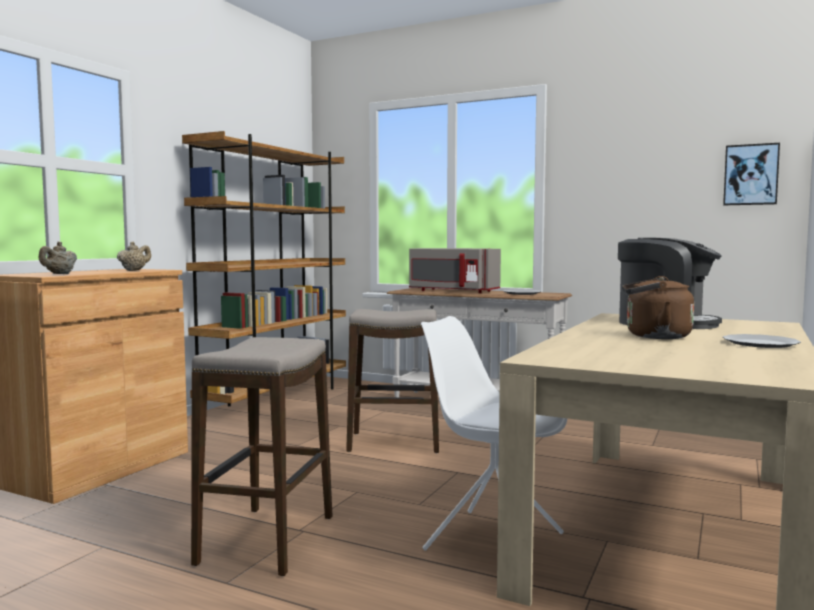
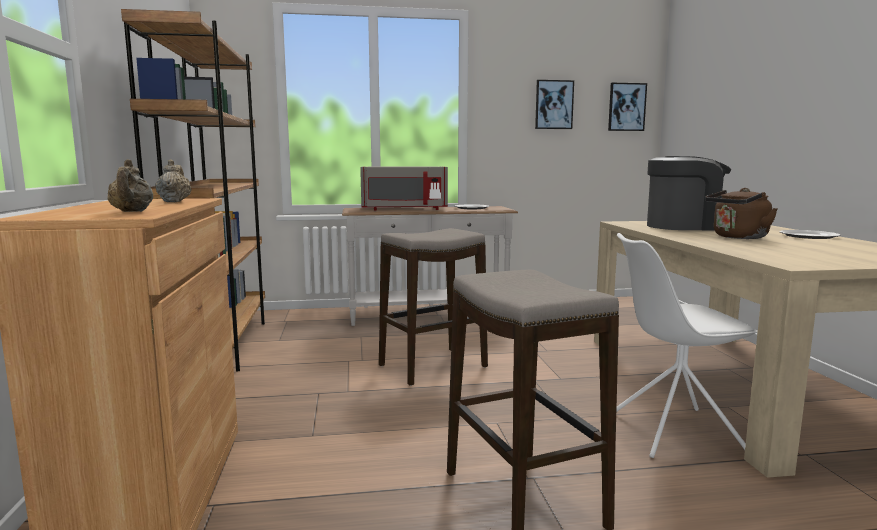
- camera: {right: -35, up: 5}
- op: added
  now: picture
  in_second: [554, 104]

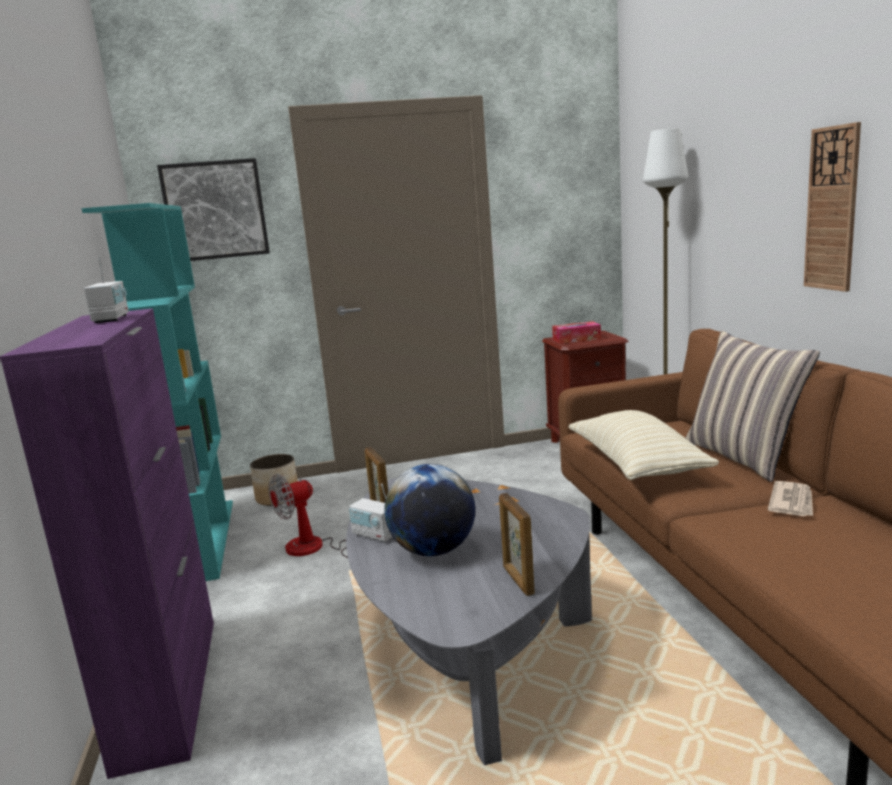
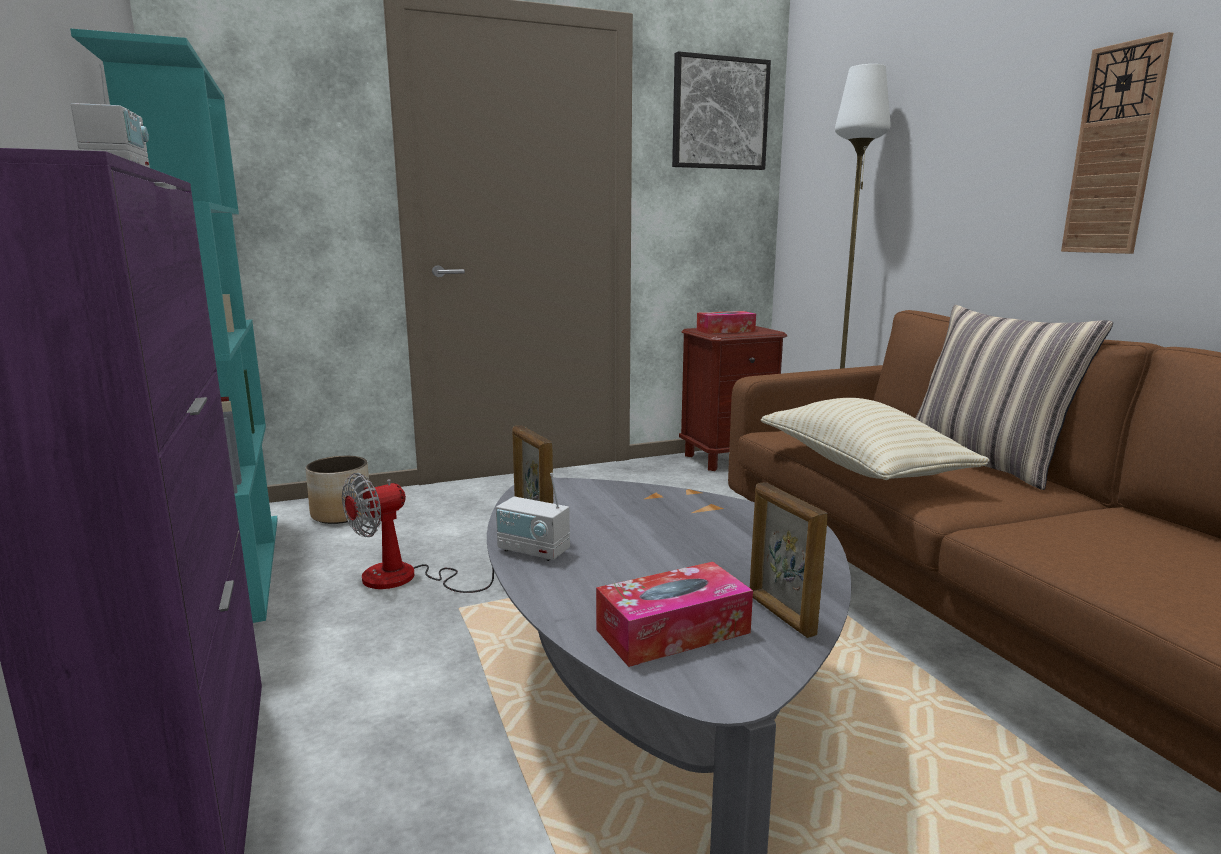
- camera: {right: -10, up: 0}
- op: removed
  was: globe
  in_first: [429, 510]
- op: removed
  was: newspaper
  in_first: [790, 498]
- op: added
  now: tissue box
  in_second: [674, 614]
- op: moved
  was: picture
  in_first: [213, 209]
  in_second: [721, 110]

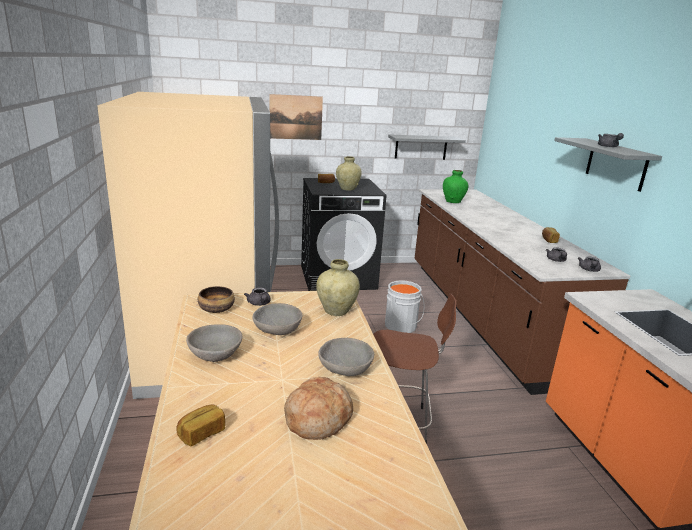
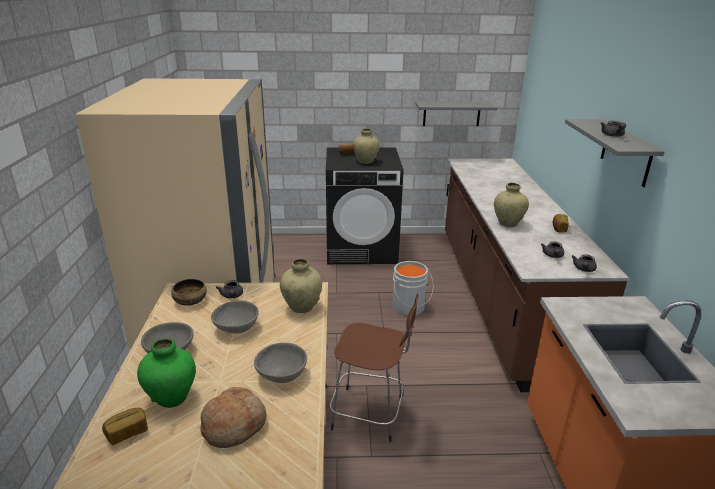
- camera: {right: 10, up: 5}
- op: removed
  was: picture
  in_first: [296, 117]
- op: added
  now: vase in beige
  in_second: [511, 205]
- op: moved
  was: vase in green
  in_first: [455, 186]
  in_second: [166, 373]

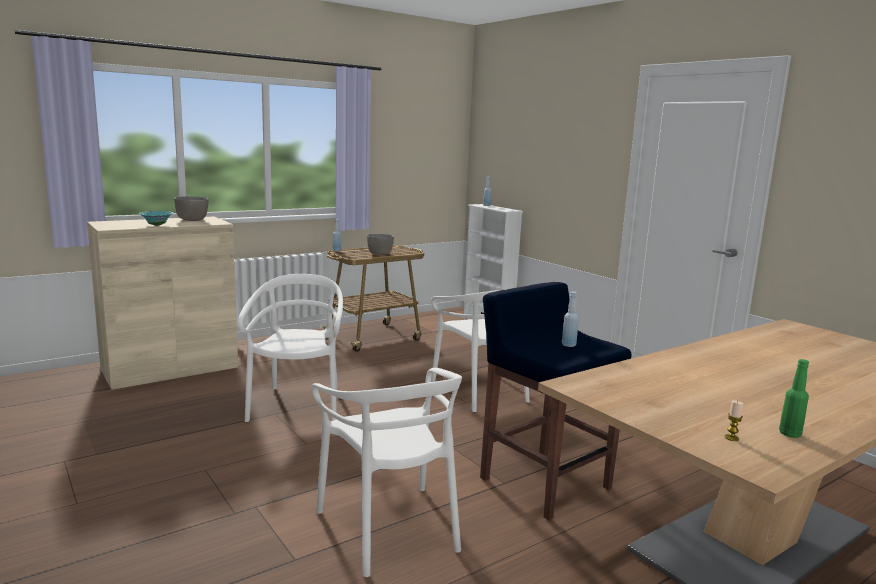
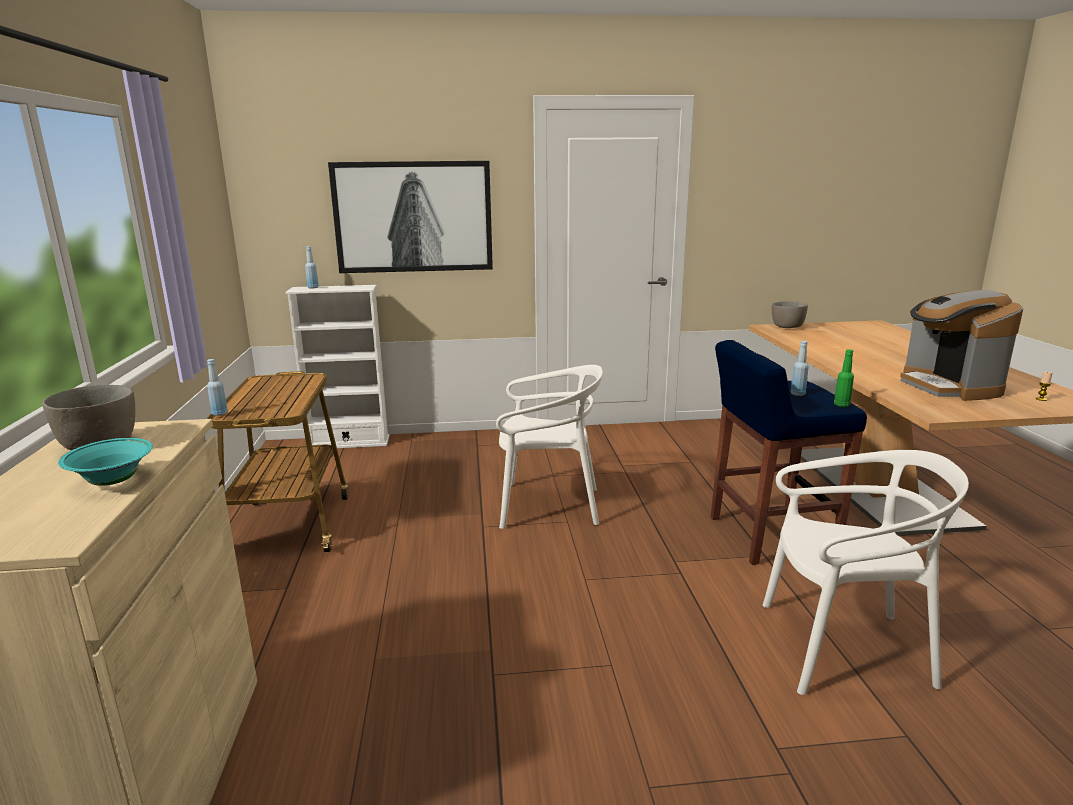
- camera: {right: -60, up: 5}
- op: removed
  was: chair in white
  in_first: [290, 348]
- op: added
  now: picture
  in_second: [410, 217]
- op: added
  now: coffee machine
  in_second: [961, 345]
- op: moved
  was: bowl in grey
  in_first: [380, 244]
  in_second: [790, 314]
- op: moved
  was: bottle in green
  in_first: [794, 398]
  in_second: [844, 378]

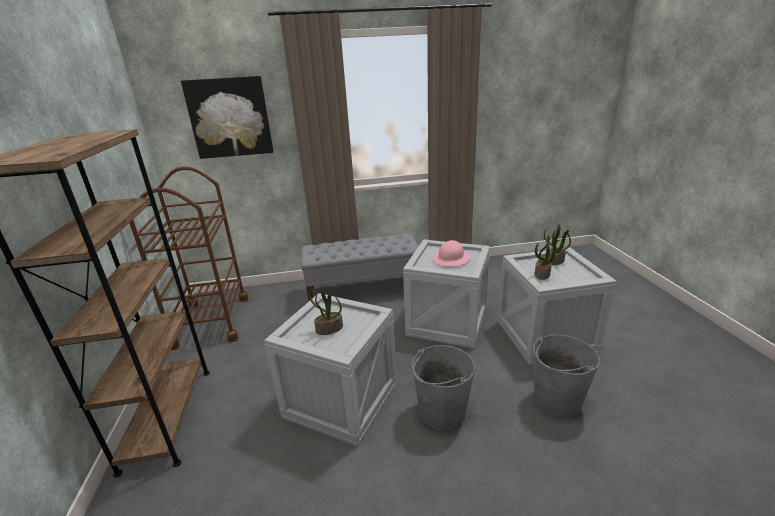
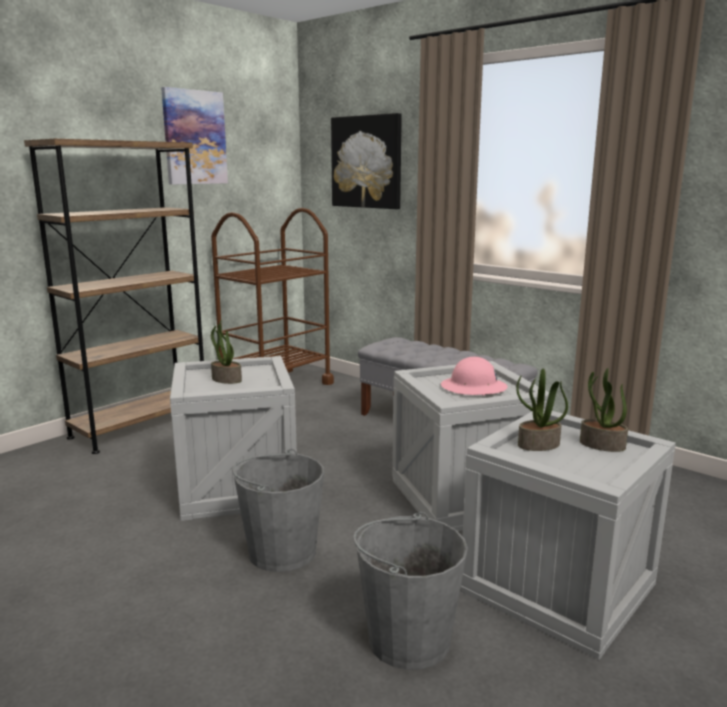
- camera: {right: 50, up: -10}
- op: added
  now: picture
  in_second: [194, 136]

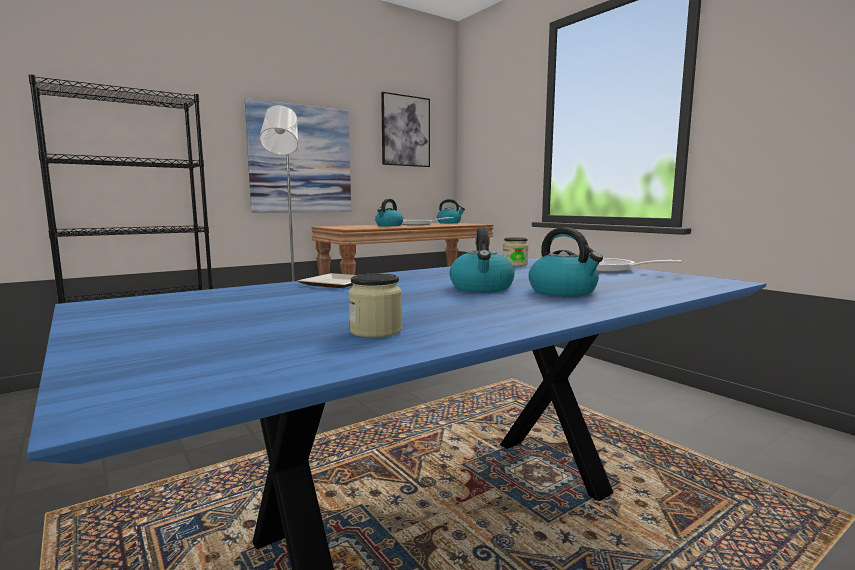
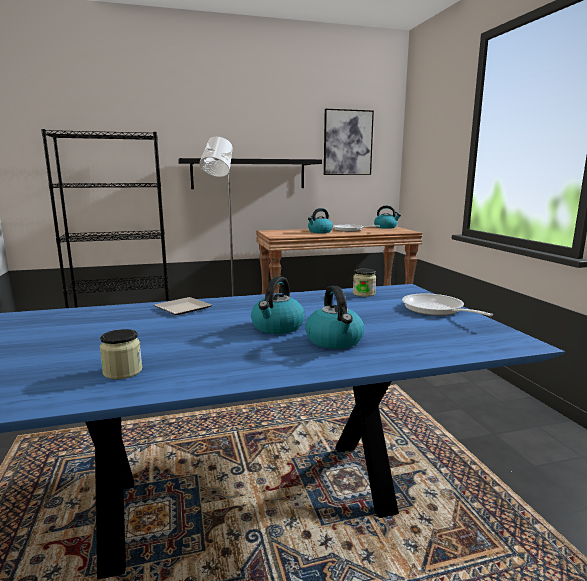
- camera: {right: 20, up: 5}
- op: replaced
  was: picture
  now: shelf in black
  in_first: [298, 155]
  in_second: [250, 173]

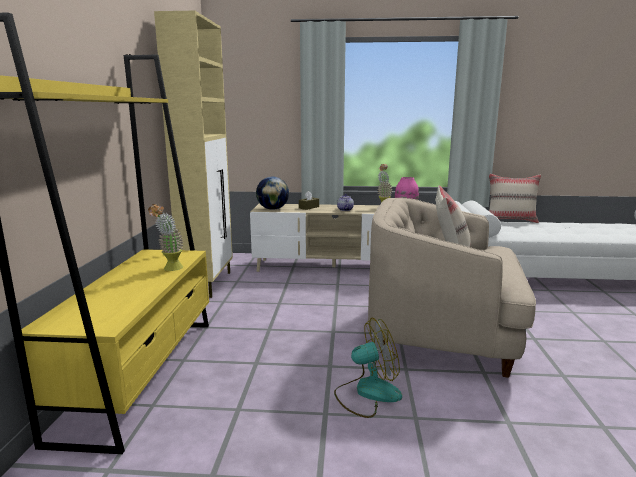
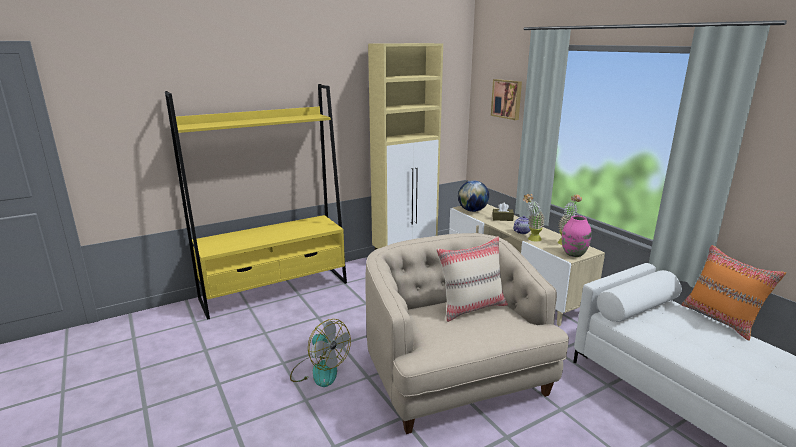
- camera: {right: 55, up: 5}
- op: added
  now: picture
  in_second: [506, 99]
- op: moved
  was: potted plant
  in_first: [165, 237]
  in_second: [534, 218]
- op: recoloured
  was: pillow in beige
  now: pillow in orange
  in_first: [515, 198]
  in_second: [734, 293]

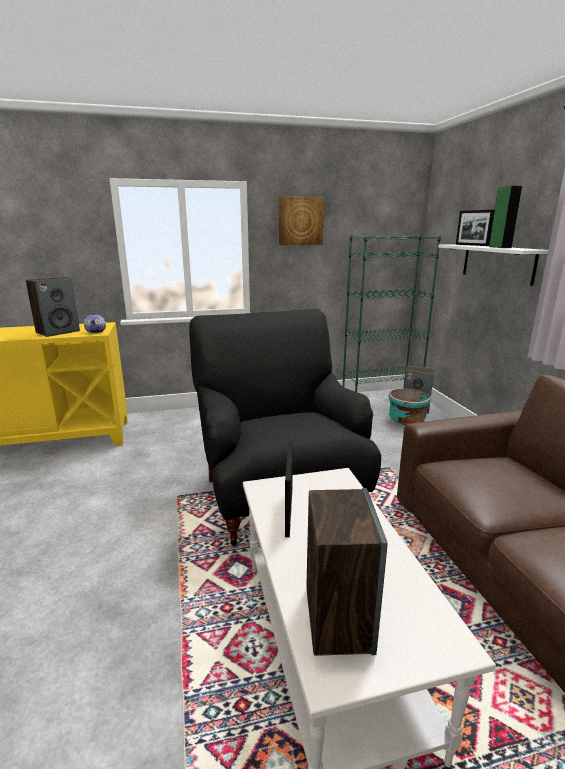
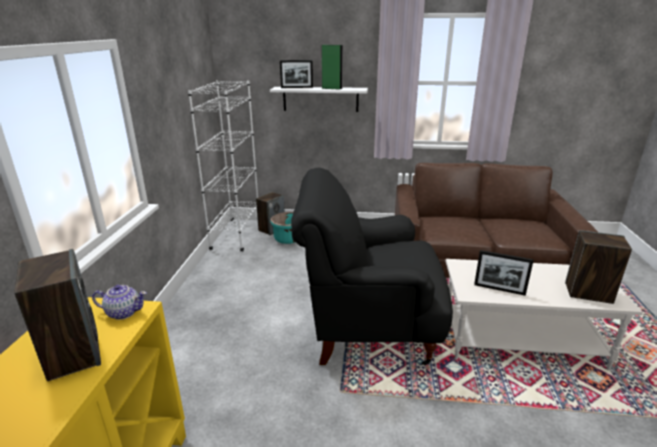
- camera: {right: -70, up: 5}
- op: removed
  was: picture
  in_first: [301, 221]
- op: recoloured
  was: bookcase in green
  now: bookcase in white
  in_first: [392, 313]
  in_second: [223, 165]

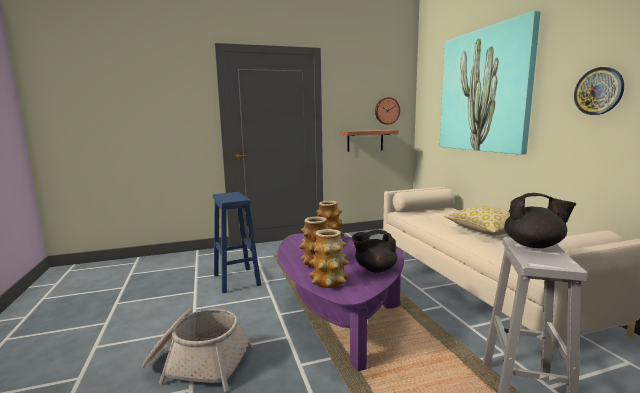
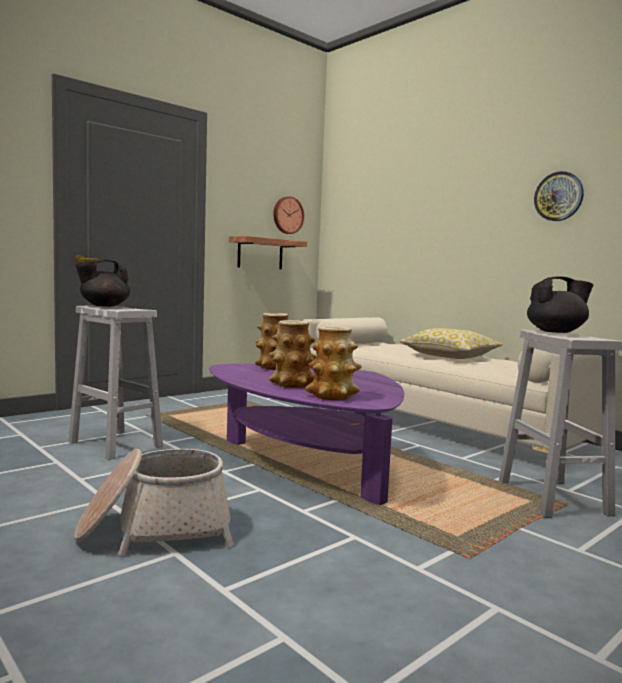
- camera: {right: -25, up: -5}
- op: removed
  was: picture
  in_first: [490, 82]
- op: moved
  was: teapot in black
  in_first: [374, 251]
  in_second: [102, 283]
- op: recoloured
  was: stool in blue
  now: stool in white
  in_first: [237, 242]
  in_second: [115, 382]

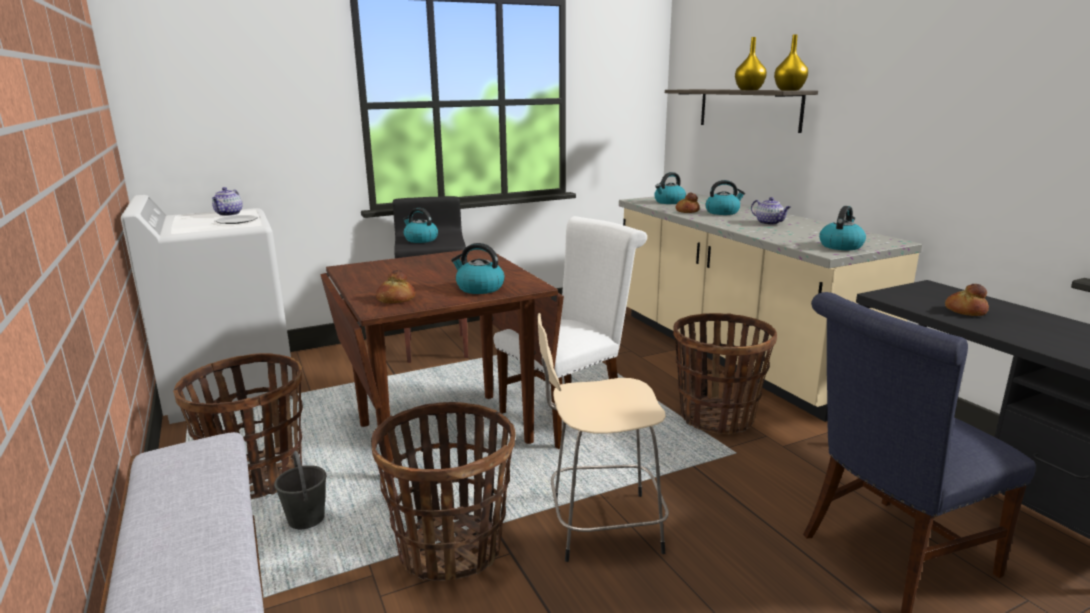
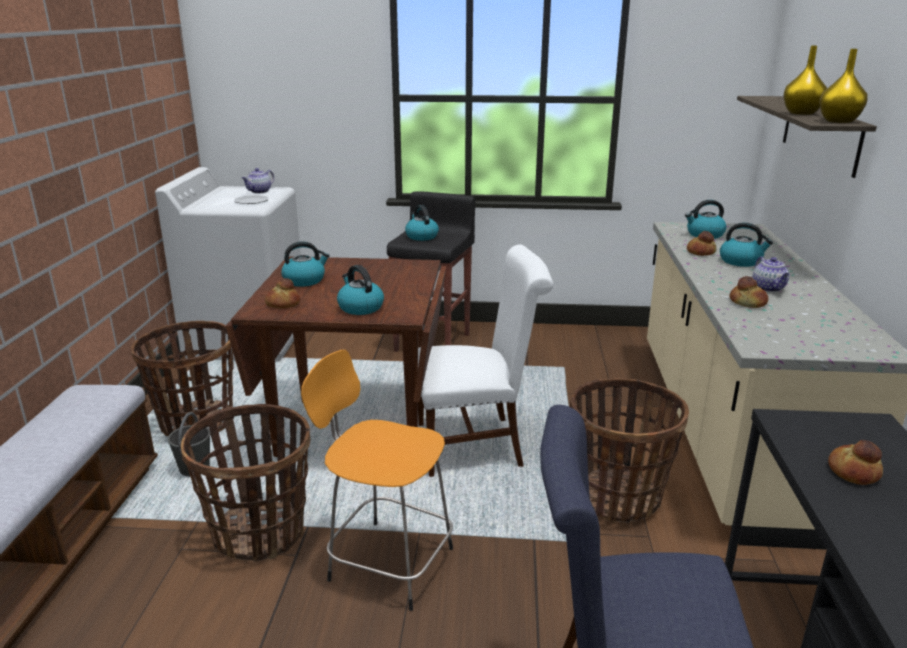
- camera: {right: 30, up: 5}
- op: added
  now: bread
  in_second: [749, 292]
- op: moved
  was: kettle
  in_first: [842, 228]
  in_second: [305, 264]
- op: recoloured
  was: stool in beige
  now: stool in orange
  in_first: [603, 437]
  in_second: [377, 480]

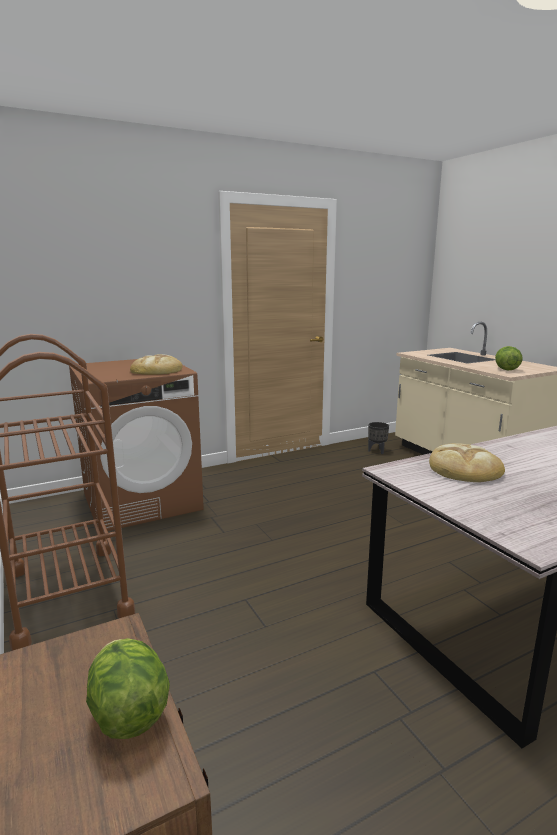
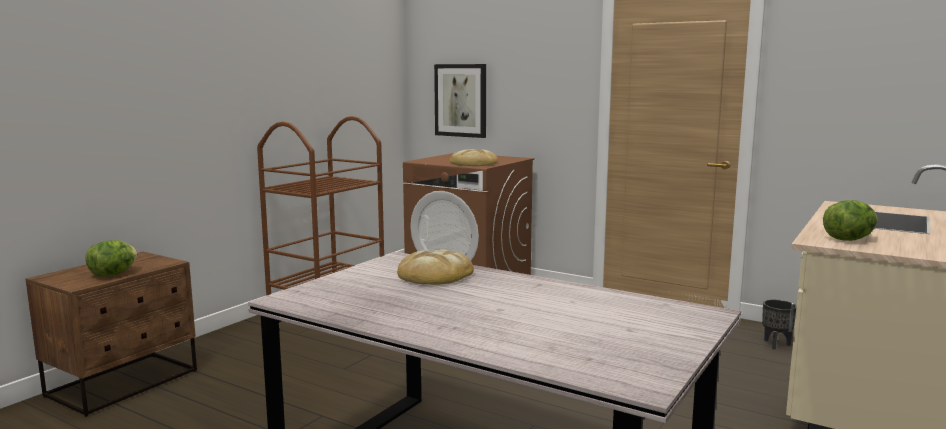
- camera: {right: 60, up: -5}
- op: added
  now: picture
  in_second: [460, 101]

